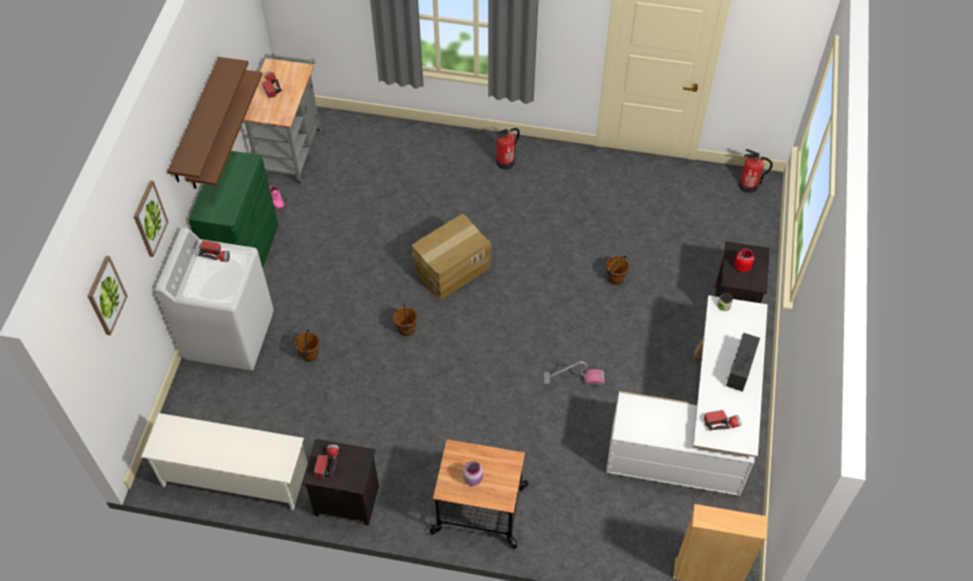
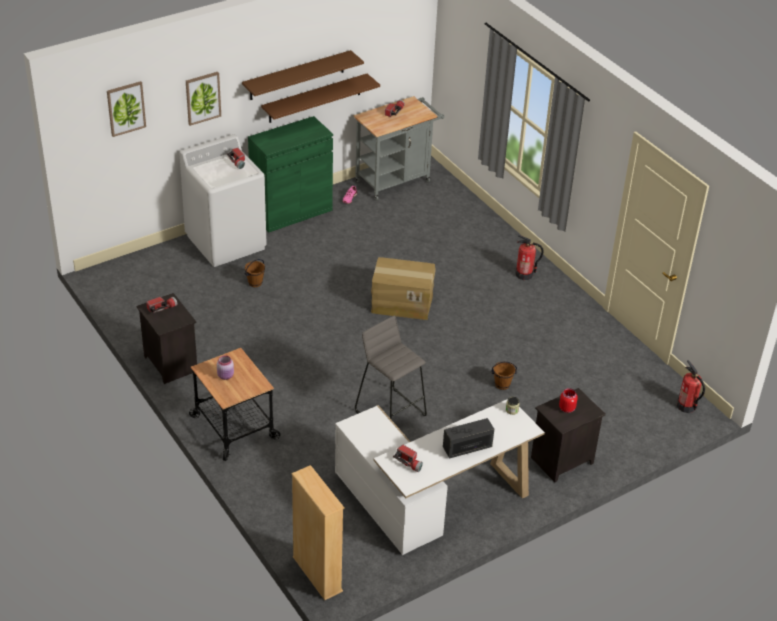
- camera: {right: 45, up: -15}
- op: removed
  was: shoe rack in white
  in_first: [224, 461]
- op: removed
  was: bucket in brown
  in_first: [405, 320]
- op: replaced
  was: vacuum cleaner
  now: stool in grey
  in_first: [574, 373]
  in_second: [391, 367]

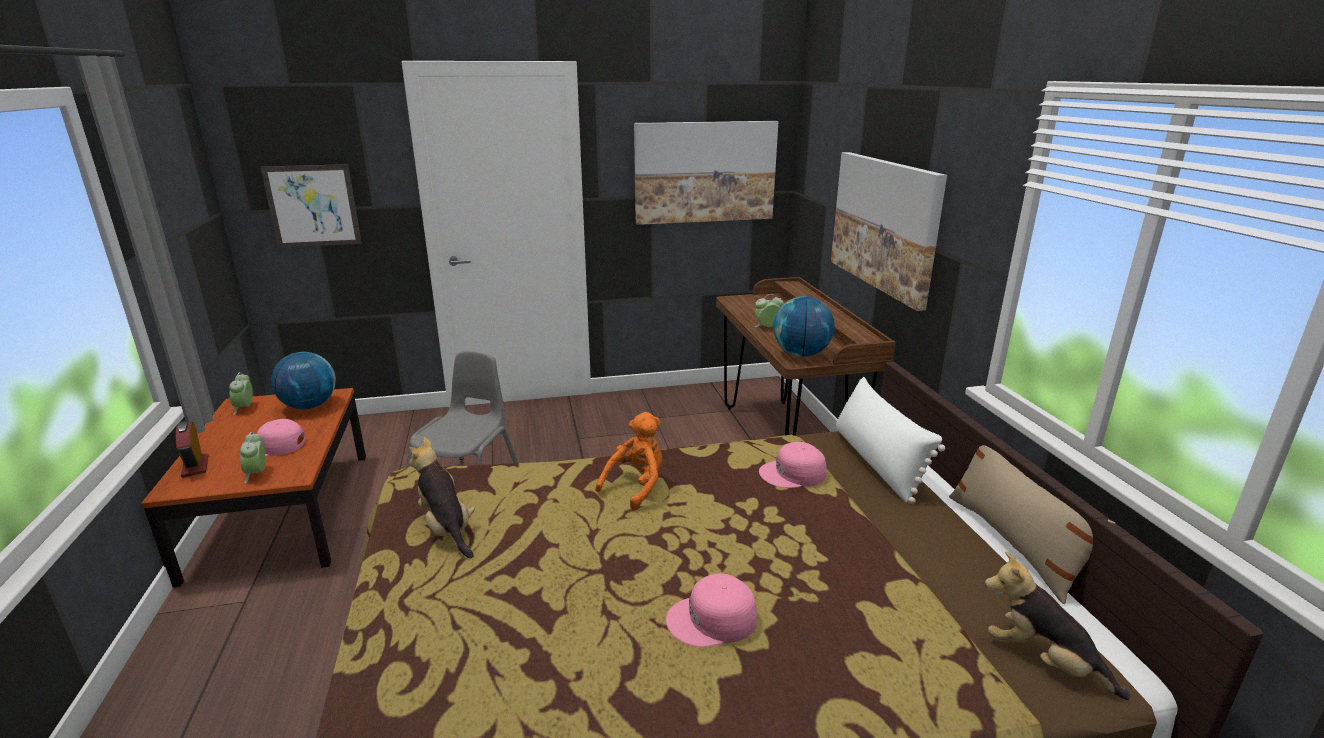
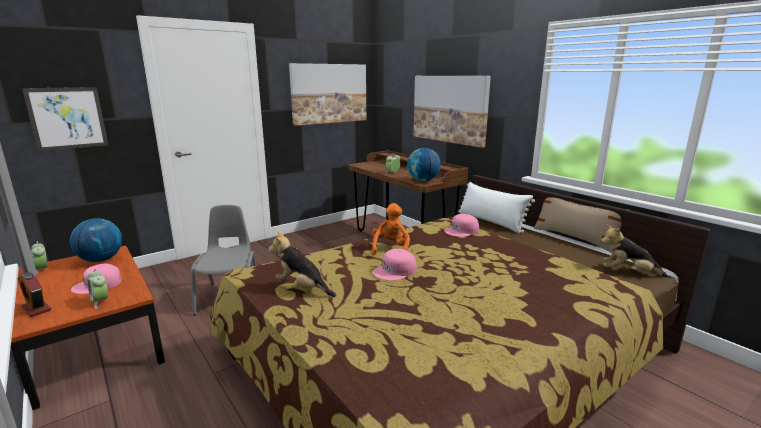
- camera: {right: -25, up: -5}
- op: moved
  was: cap in pink
  in_first: [711, 610]
  in_second: [394, 265]

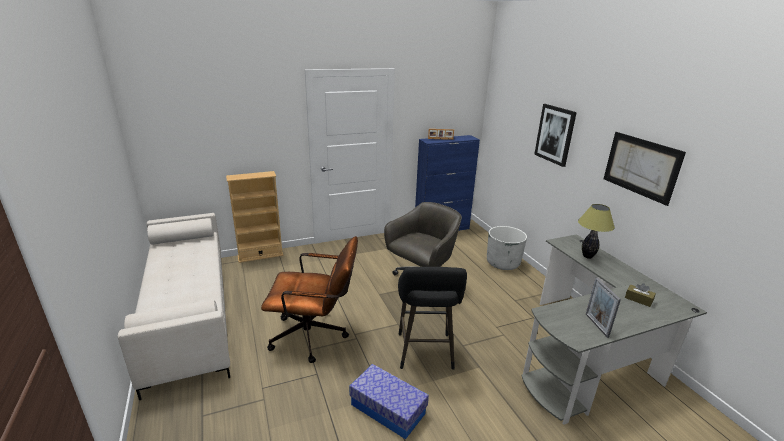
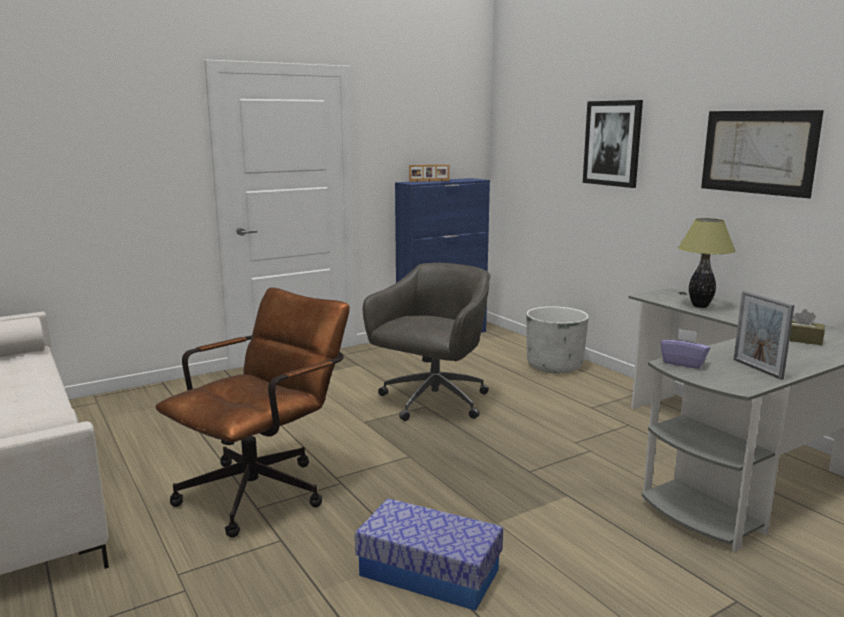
- camera: {right: -10, up: -10}
- op: removed
  was: bookcase in beige
  in_first: [255, 217]
- op: removed
  was: stool in black
  in_first: [432, 318]
- op: added
  now: tissue box in purple
  in_second: [685, 349]
- op: turned
  was: office chair in brown
  in_first: [309, 299]
  in_second: [252, 412]
  clockwise: -45

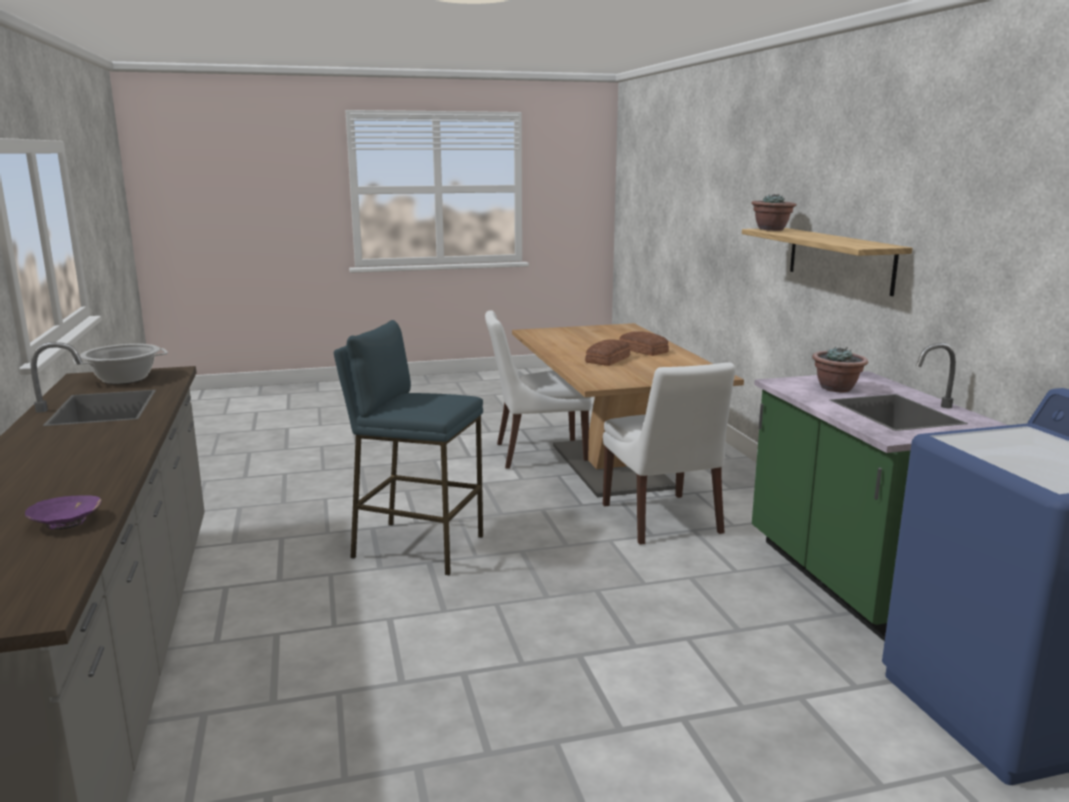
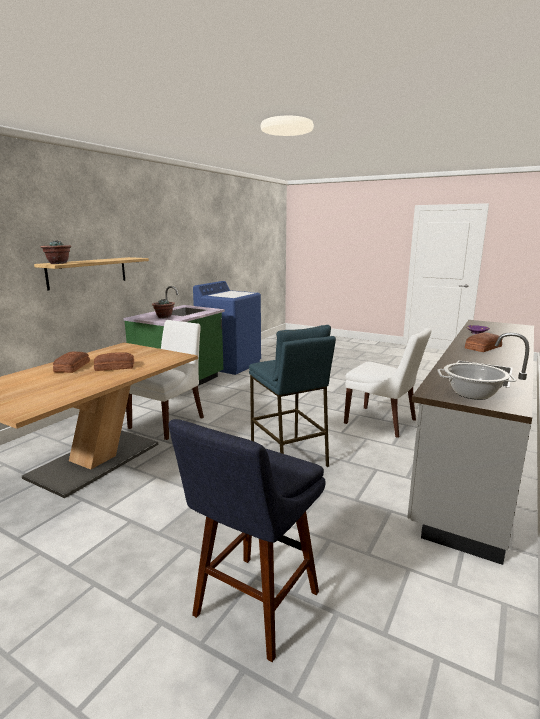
- camera: {right: -135, up: 0}
- op: added
  now: stool in blue
  in_second: [247, 540]
- op: added
  now: bread
  in_second: [483, 342]
- op: moved
  was: chair in white
  in_first: [538, 389]
  in_second: [387, 383]

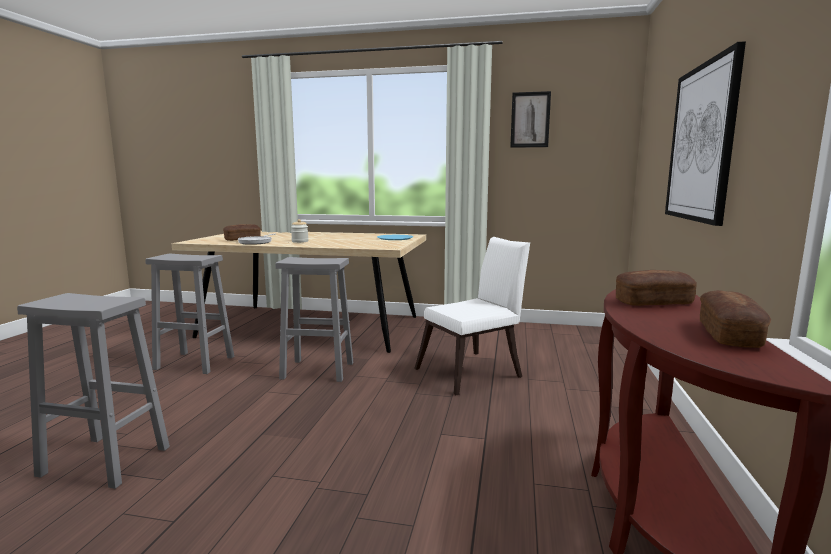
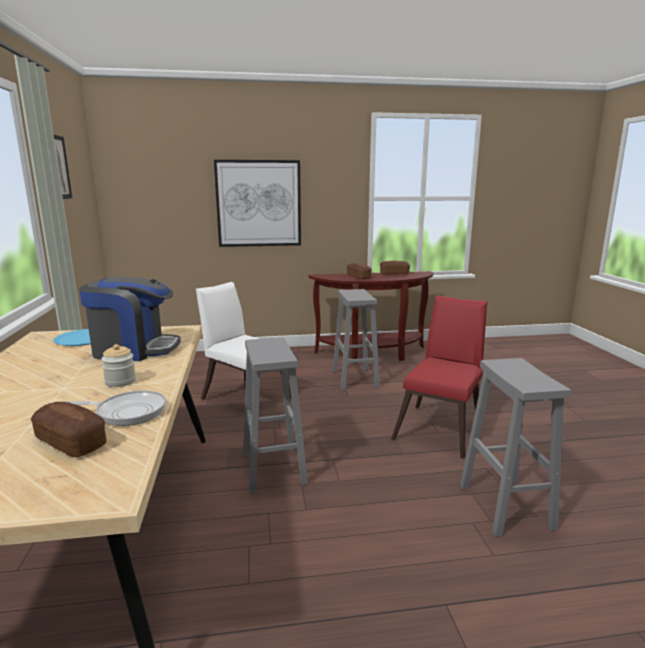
- camera: {right: -110, up: 5}
- op: added
  now: coffee machine
  in_second: [130, 319]
- op: added
  now: chair in red
  in_second: [439, 377]
- op: moved
  was: stool in grey
  in_first: [189, 314]
  in_second: [356, 339]

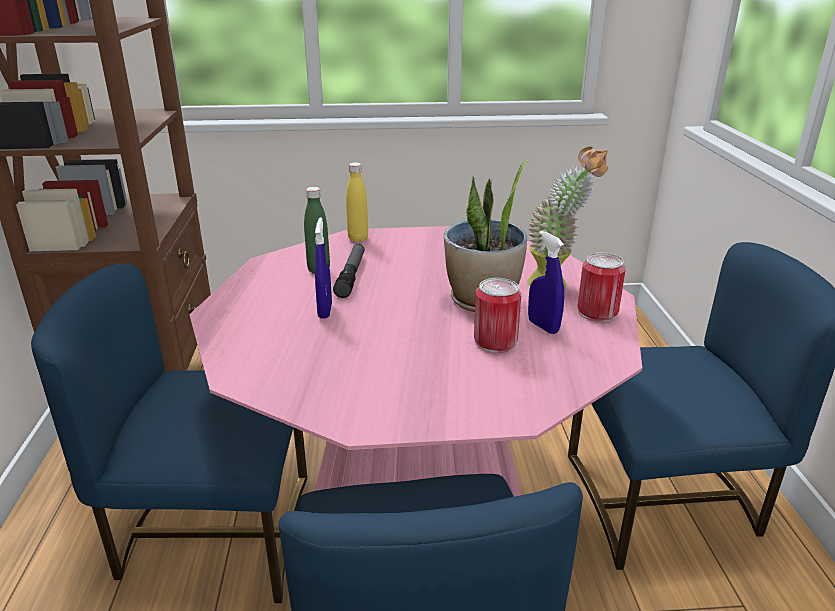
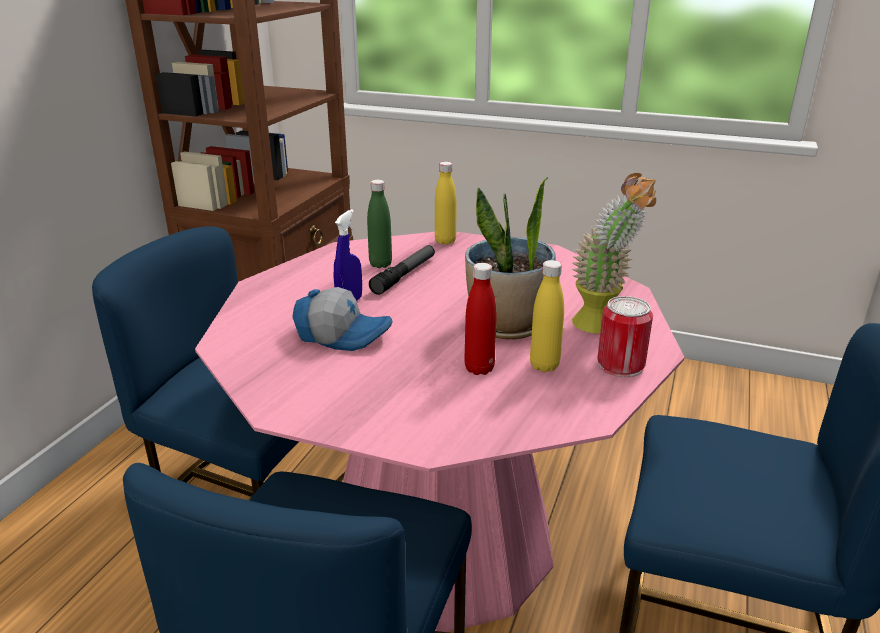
- camera: {right: 25, up: 0}
- op: added
  now: cap
  in_second: [342, 319]
- op: replaced
  was: can
  now: bottle in red
  in_first: [497, 315]
  in_second: [480, 319]
- op: replaced
  was: spray bottle in blue
  now: bottle in yellow
  in_first: [546, 282]
  in_second: [547, 316]

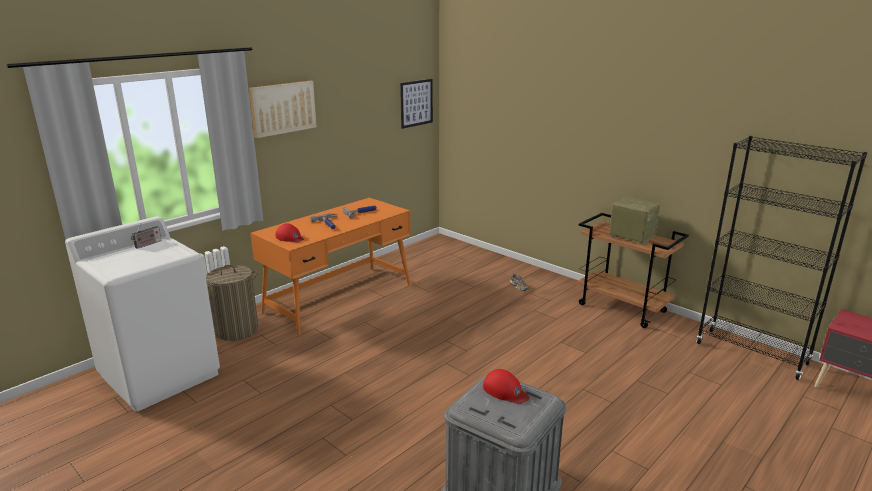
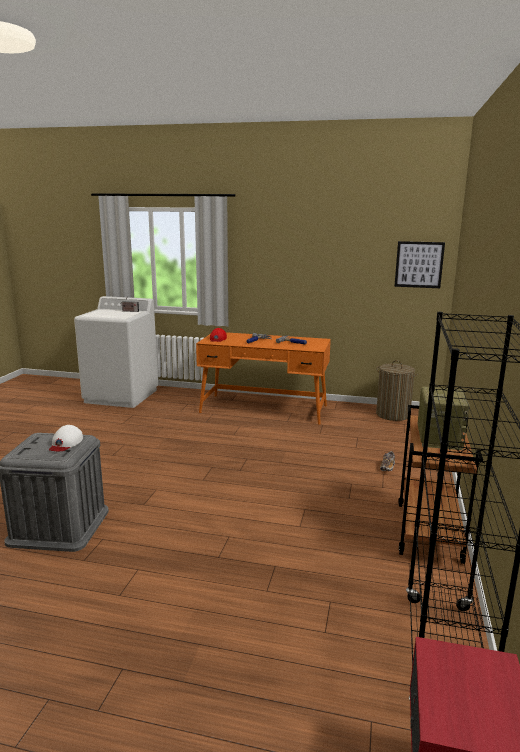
- camera: {right: 60, up: -5}
- op: removed
  was: picture
  in_first: [283, 109]
- op: moved
  was: laundry basket
  in_first: [232, 303]
  in_second: [397, 390]
- op: recoloured
  was: cap in red
  now: cap in white
  in_first: [506, 386]
  in_second: [66, 438]

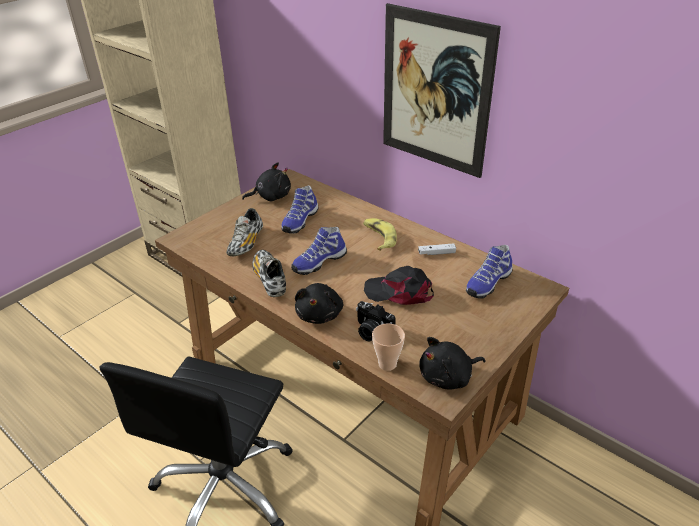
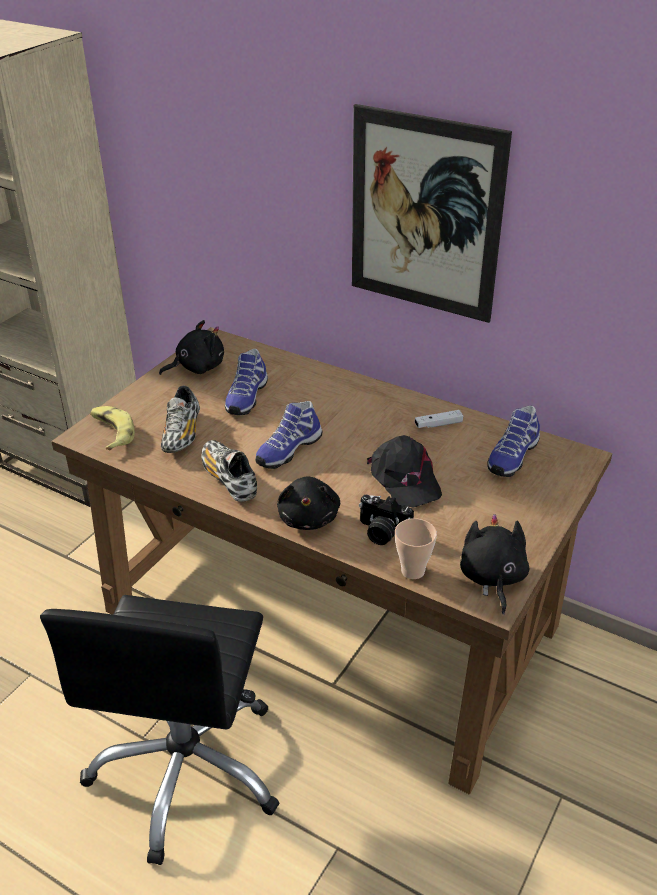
- camera: {right: -10, up: 0}
- op: moved
  was: banana
  in_first: [380, 234]
  in_second: [112, 428]
- op: turned
  was: cap in black
  in_first: [399, 285]
  in_second: [404, 471]
  clockwise: -120
- op: turned
  was: plush toy in black
  in_first: [452, 363]
  in_second: [494, 564]
  clockwise: 120

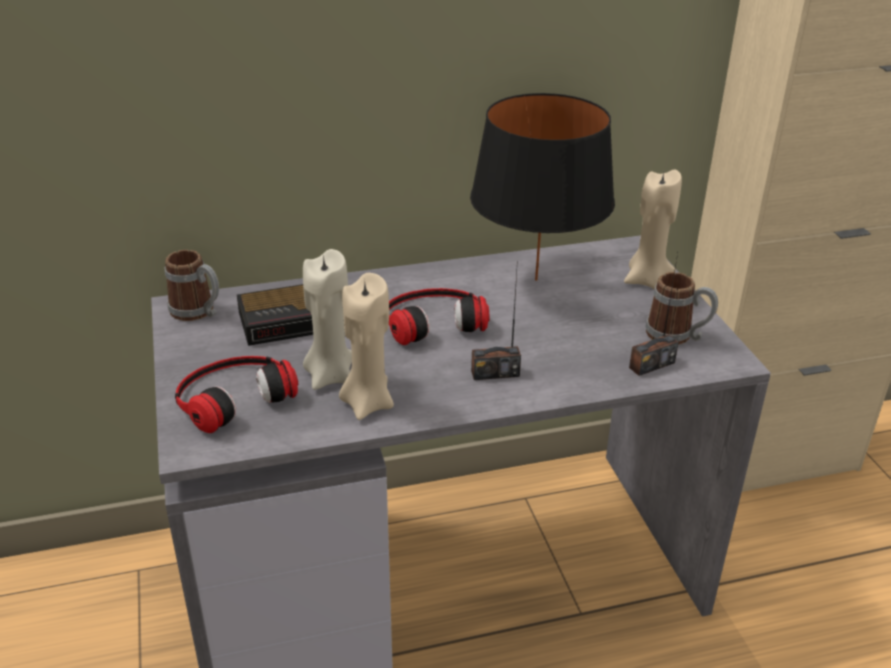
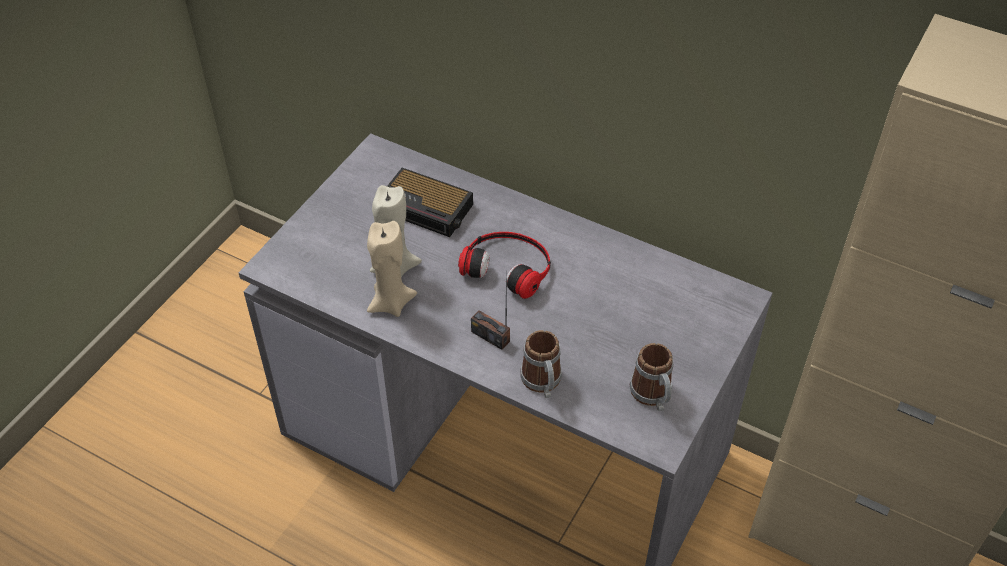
- camera: {right: 45, up: 15}
- op: removed
  was: headphones
  in_first: [236, 394]
- op: removed
  was: table lamp in black
  in_first: [542, 187]
- op: removed
  was: candle in beige
  in_first: [653, 229]
- op: removed
  was: radio
  in_first: [654, 315]
- op: moved
  was: mug
  in_first: [192, 285]
  in_second: [541, 364]

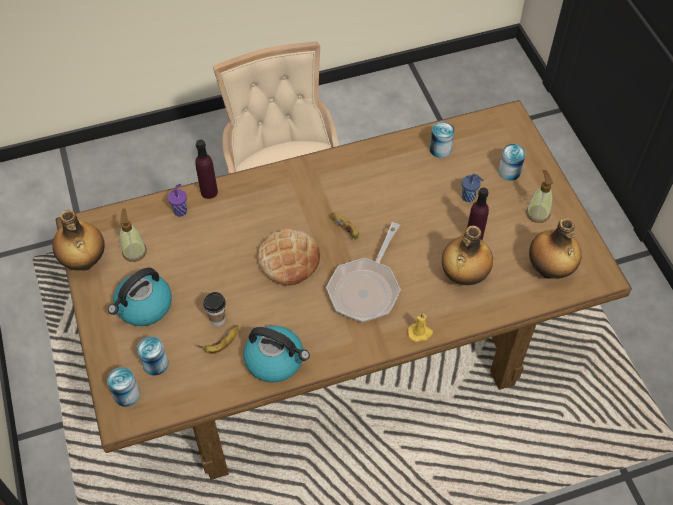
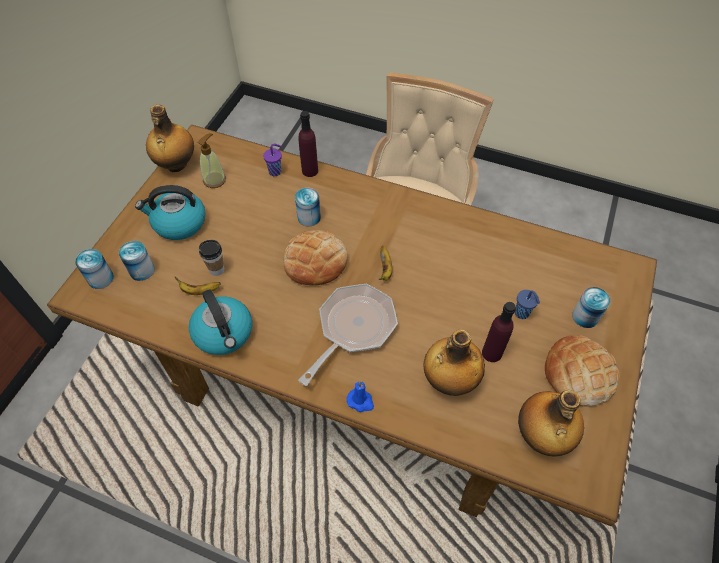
- camera: {right: 40, up: 0}
- op: moved
  was: can
  in_first: [442, 140]
  in_second: [308, 207]
- op: replaced
  was: soap dispenser
  now: bread
  in_first: [539, 196]
  in_second: [582, 370]
- op: recoloured
  was: candle in yellow
  now: candle in blue
  in_first: [420, 327]
  in_second: [360, 396]
- op: turned
  was: frying pan
  in_first: [363, 272]
  in_second: [348, 335]
  clockwise: 150

